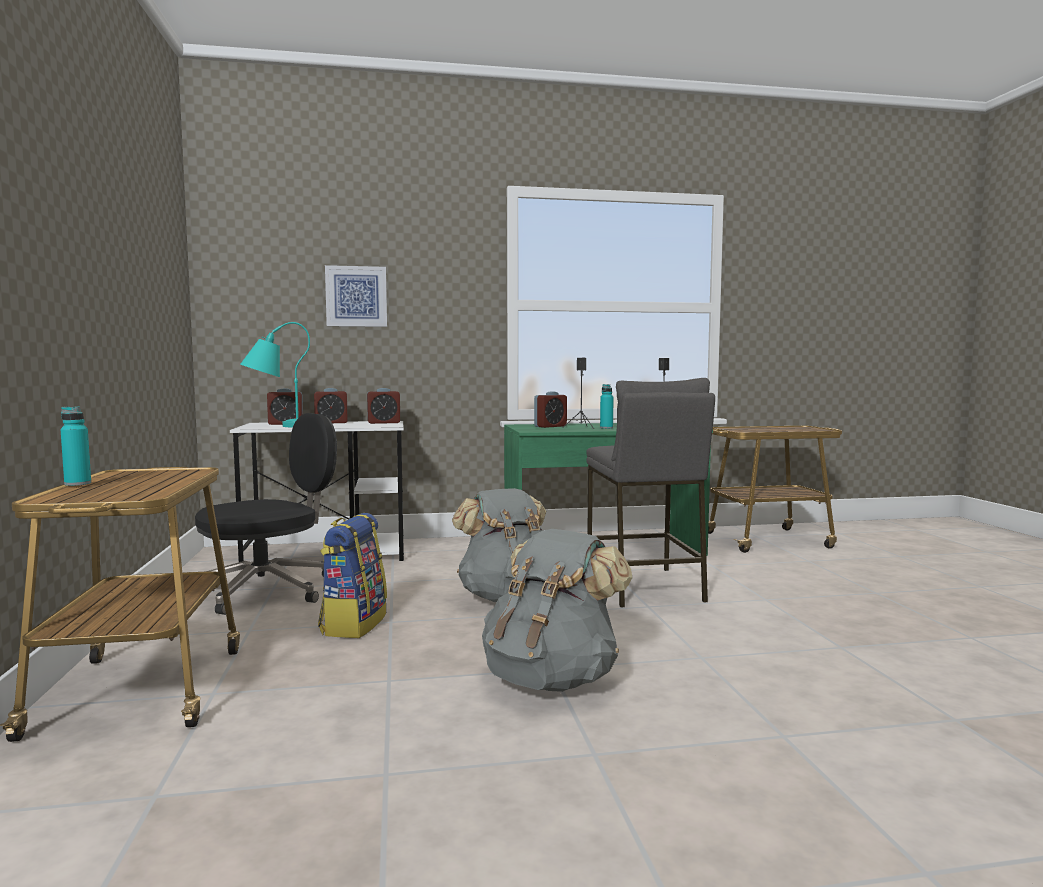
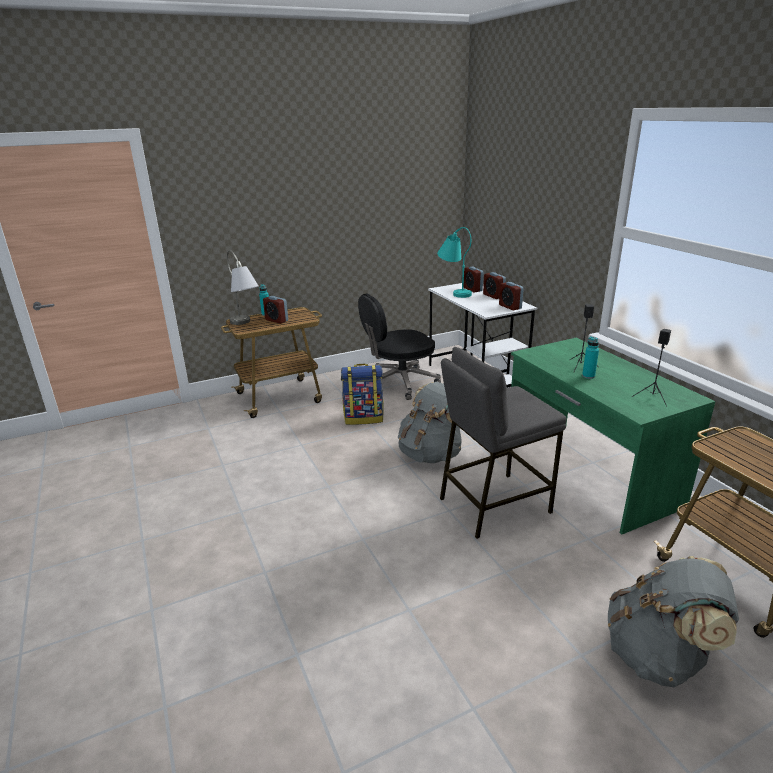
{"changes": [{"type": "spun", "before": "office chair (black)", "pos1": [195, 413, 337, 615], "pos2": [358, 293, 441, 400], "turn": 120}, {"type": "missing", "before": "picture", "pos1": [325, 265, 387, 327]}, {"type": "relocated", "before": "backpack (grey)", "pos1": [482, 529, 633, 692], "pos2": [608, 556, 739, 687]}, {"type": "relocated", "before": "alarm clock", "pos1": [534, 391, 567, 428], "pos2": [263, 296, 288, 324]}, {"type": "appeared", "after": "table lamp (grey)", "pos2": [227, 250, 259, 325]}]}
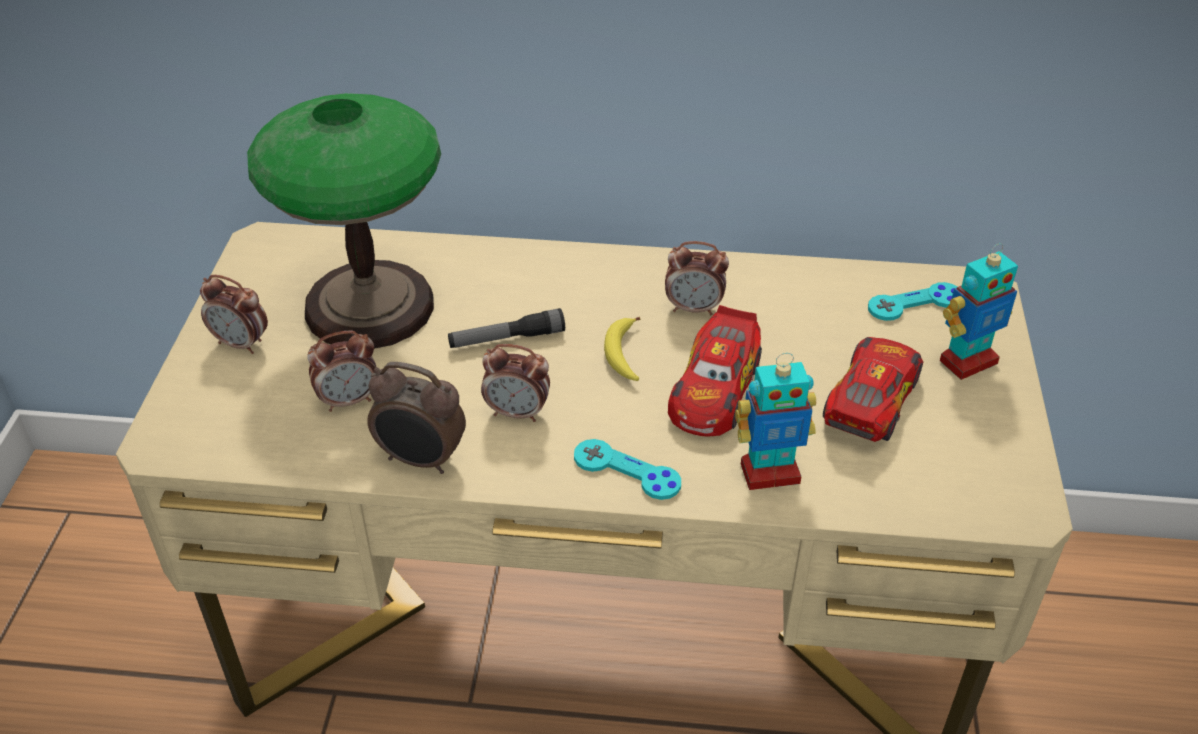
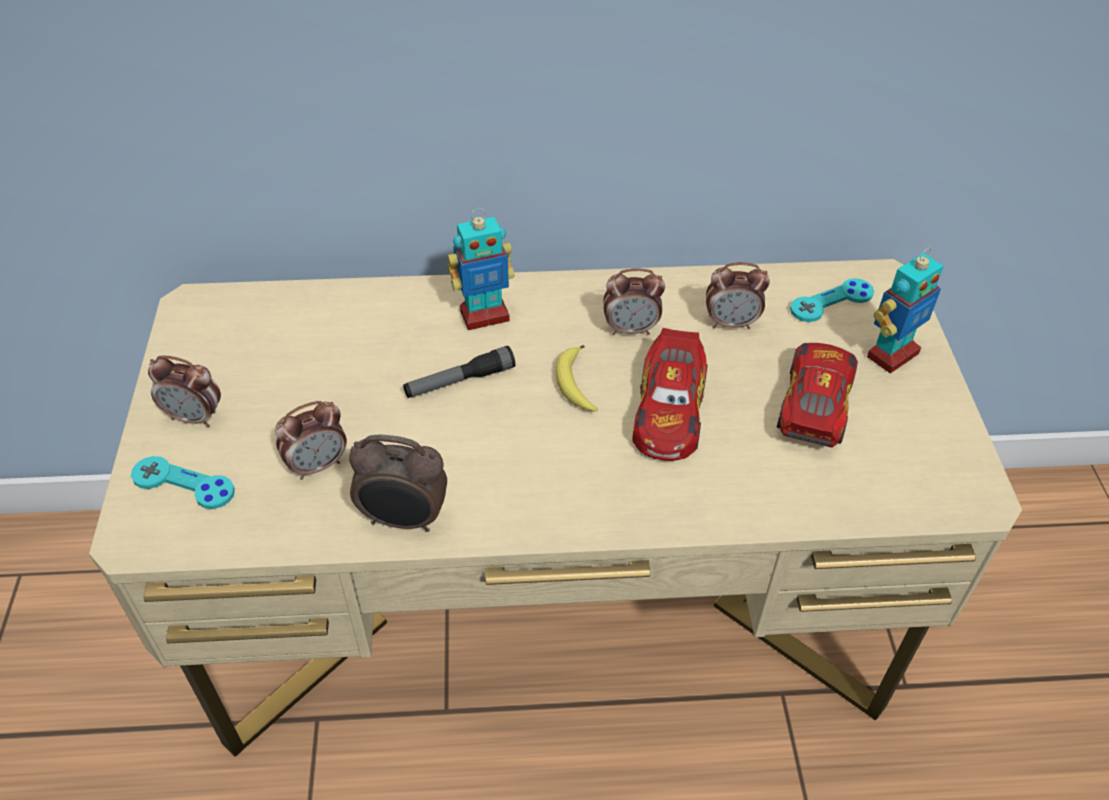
{"changes": [{"type": "missing", "before": "table lamp", "pos1": [247, 93, 441, 349]}, {"type": "relocated", "before": "alarm clock", "pos1": [481, 344, 550, 422], "pos2": [706, 262, 770, 329]}, {"type": "relocated", "before": "game controller (turquoise)", "pos1": [574, 439, 681, 500], "pos2": [131, 456, 235, 509]}, {"type": "relocated", "before": "toy robot", "pos1": [735, 353, 816, 490], "pos2": [447, 208, 515, 330]}]}
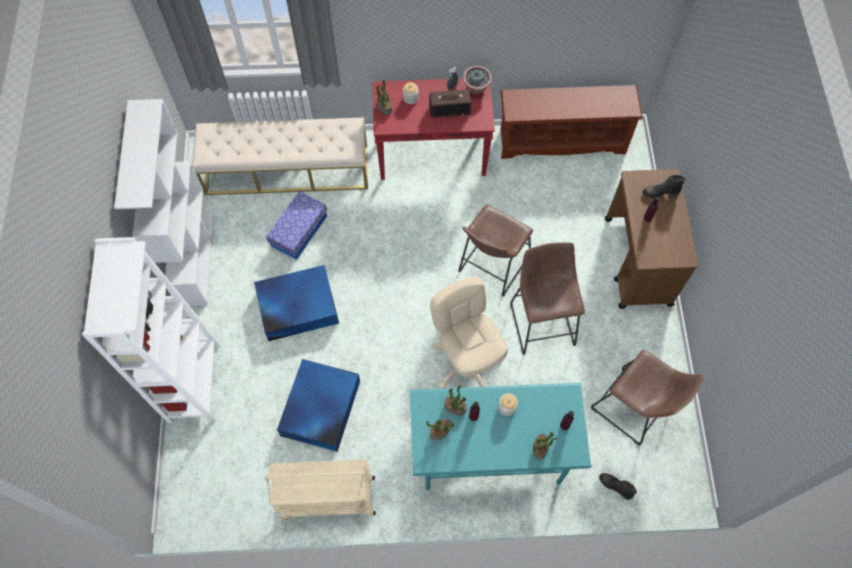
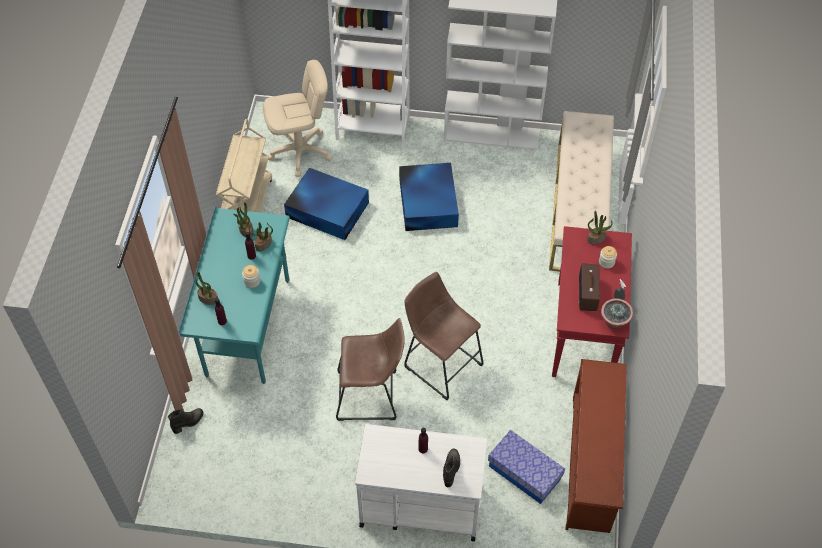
{"changes": [{"type": "relocated", "before": "storage box", "pos1": [266, 191, 327, 260], "pos2": [488, 430, 565, 504]}, {"type": "relocated", "before": "office chair (beige)", "pos1": [430, 277, 508, 389], "pos2": [263, 60, 332, 177]}, {"type": "missing", "before": "stool (brown)", "pos1": [591, 350, 704, 445]}, {"type": "colour", "before": "cart (brown)", "after": "cart (white)", "pos1": [605, 169, 698, 309], "pos2": [355, 424, 487, 541]}]}
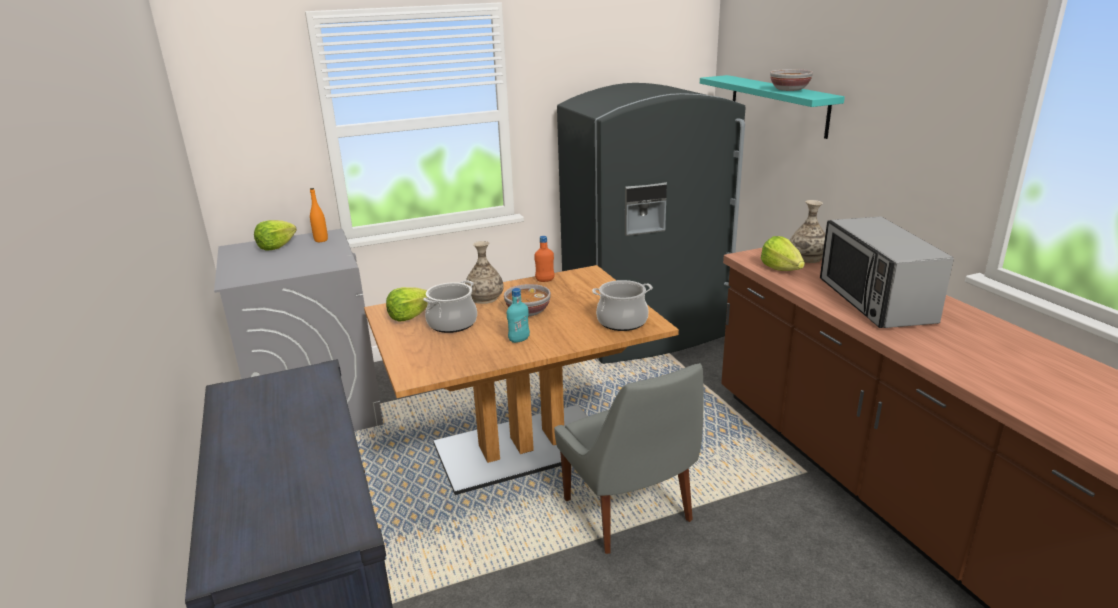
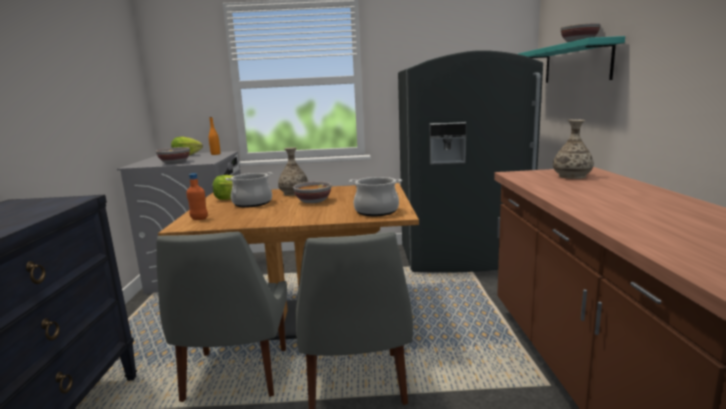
{"changes": [{"type": "missing", "before": "bottle (turquoise)", "pos1": [507, 288, 530, 343]}, {"type": "relocated", "before": "bottle (orange)", "pos1": [534, 236, 554, 282], "pos2": [186, 173, 208, 220]}, {"type": "missing", "before": "lettuce", "pos1": [761, 236, 805, 271]}, {"type": "missing", "before": "microwave", "pos1": [820, 216, 954, 328]}, {"type": "appeared", "after": "bowl", "pos2": [156, 147, 190, 164]}, {"type": "appeared", "after": "chair (grey)", "pos2": [156, 232, 287, 402]}]}
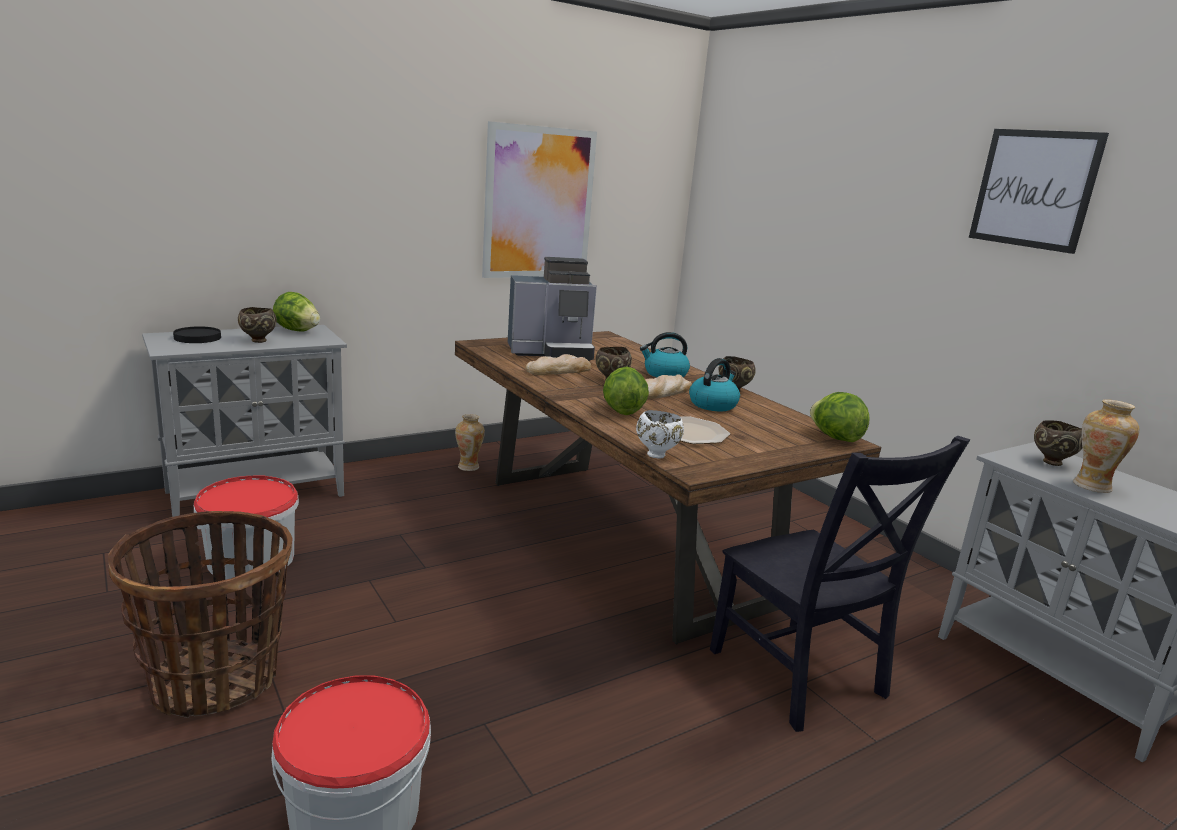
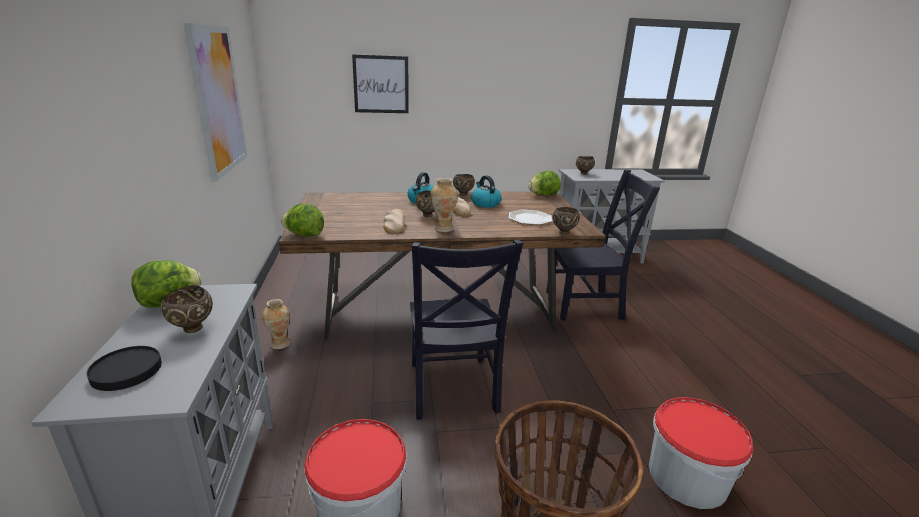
{"changes": [{"type": "missing", "before": "coffee machine", "pos1": [508, 257, 597, 361]}, {"type": "relocated", "before": "lettuce", "pos1": [603, 367, 649, 415], "pos2": [281, 204, 324, 236]}, {"type": "colour", "before": "bowl (white)", "after": "bowl (brown)", "pos1": [636, 410, 684, 459], "pos2": [552, 207, 580, 235]}, {"type": "relocated", "before": "picture", "pos1": [969, 129, 1109, 254], "pos2": [352, 54, 409, 113]}, {"type": "relocated", "before": "vase", "pos1": [1073, 399, 1139, 493], "pos2": [430, 178, 458, 232]}, {"type": "appeared", "after": "chair (black)", "pos2": [410, 240, 523, 420]}]}
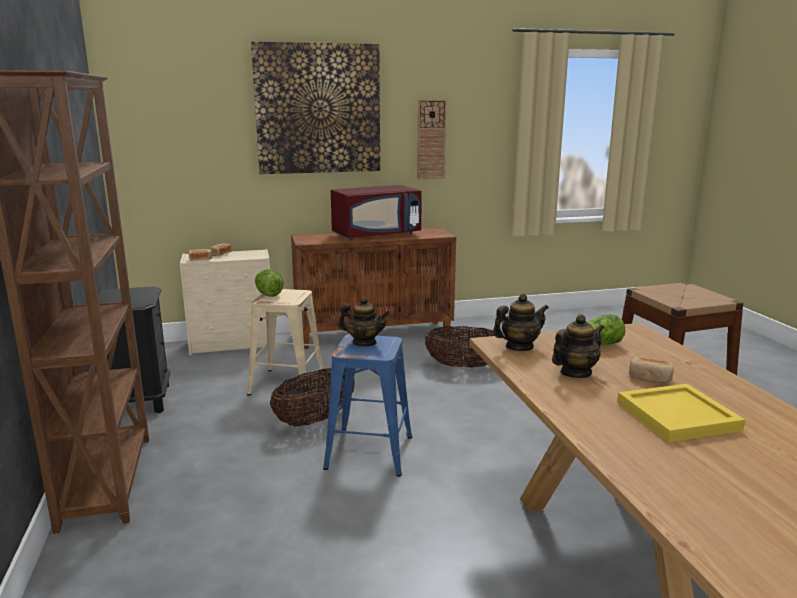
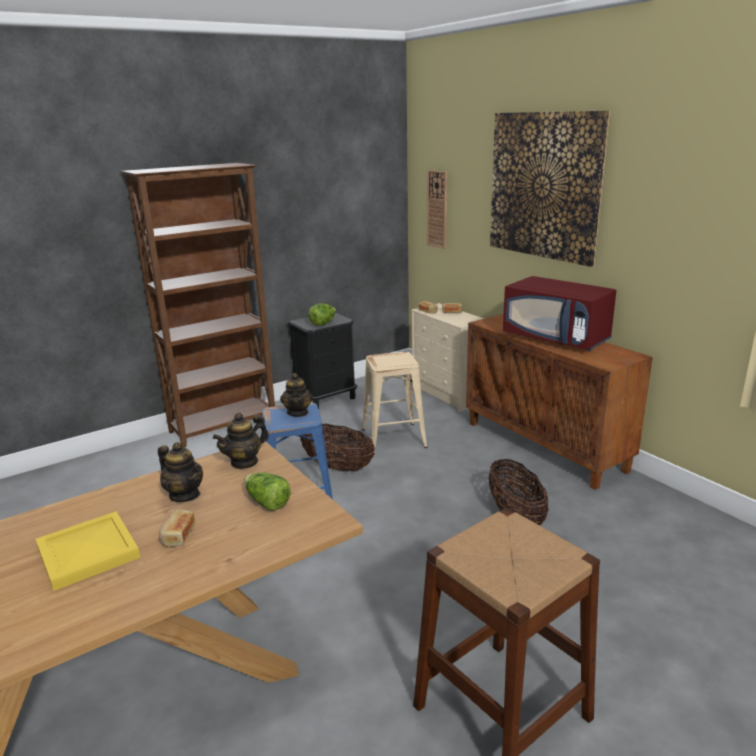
{"changes": [{"type": "relocated", "before": "lettuce", "pos1": [255, 269, 284, 297], "pos2": [308, 303, 336, 326]}, {"type": "relocated", "before": "wall clock", "pos1": [417, 99, 447, 179], "pos2": [427, 170, 447, 249]}, {"type": "spun", "before": "teapot", "pos1": [493, 294, 549, 351], "pos2": [213, 413, 269, 469], "turn": 90}]}
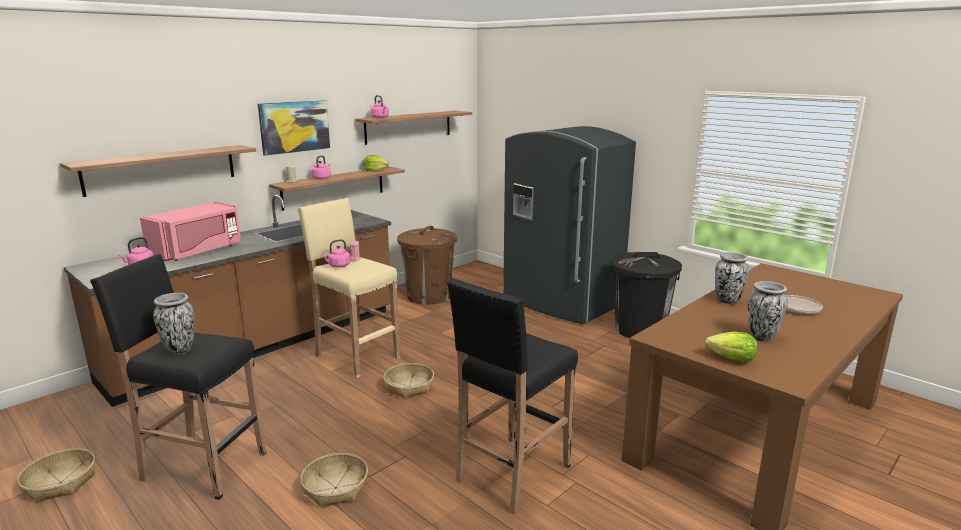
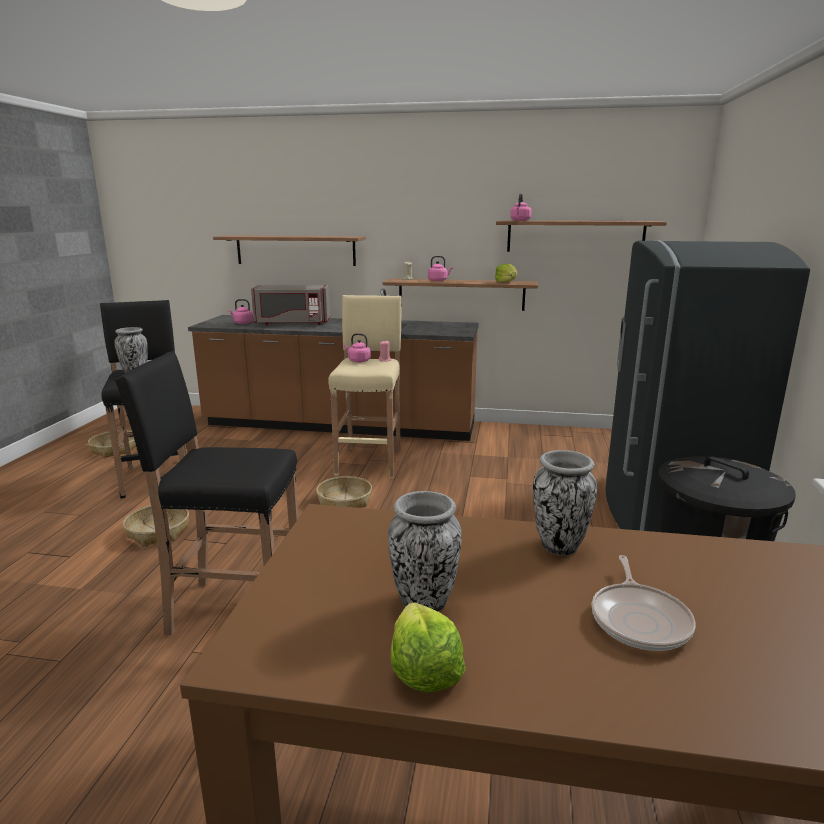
{"changes": [{"type": "colour", "before": "microwave (pink)", "after": "microwave (grey)", "pos1": [140, 202, 241, 261], "pos2": [251, 285, 330, 325]}, {"type": "missing", "before": "picture", "pos1": [258, 100, 330, 156]}, {"type": "missing", "before": "trash can (brown)", "pos1": [397, 226, 457, 305]}, {"type": "relocated", "before": "lettuce", "pos1": [705, 332, 758, 363], "pos2": [391, 602, 466, 692]}]}
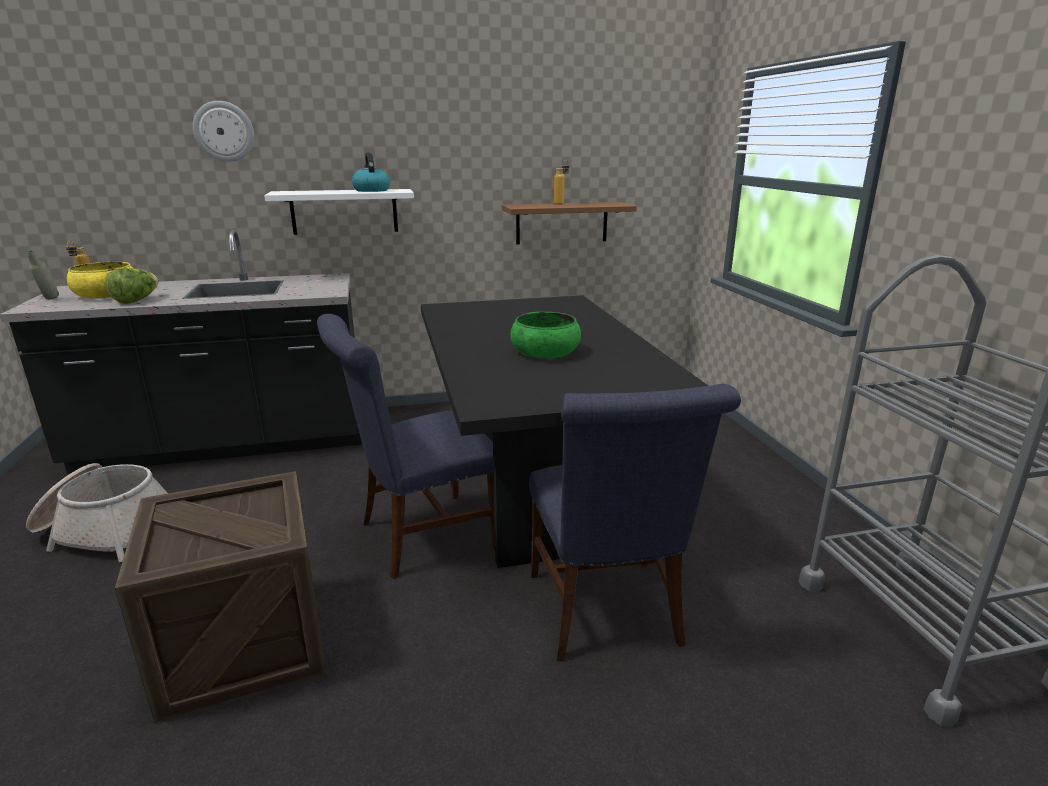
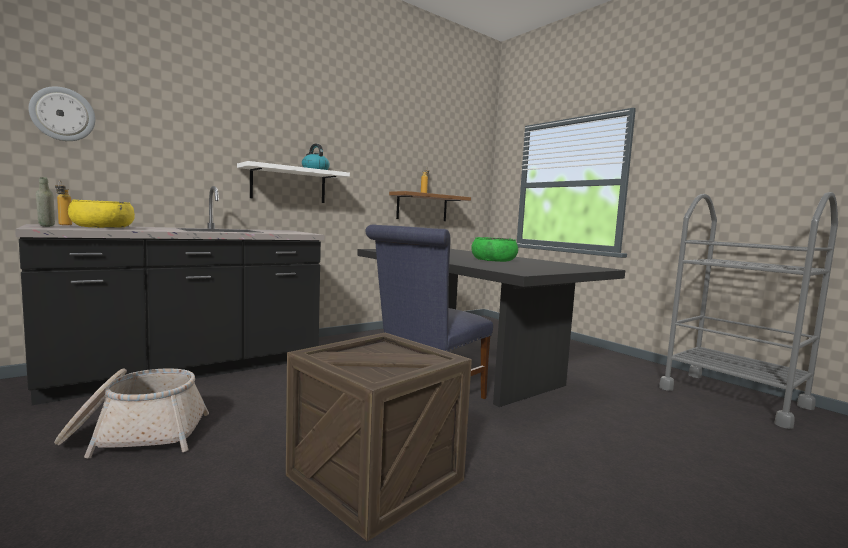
{"changes": [{"type": "missing", "before": "lettuce", "pos1": [105, 268, 159, 304]}, {"type": "relocated", "before": "wall clock", "pos1": [193, 101, 254, 162], "pos2": [29, 86, 95, 141]}, {"type": "missing", "before": "chair (blue)", "pos1": [529, 384, 741, 662]}]}
